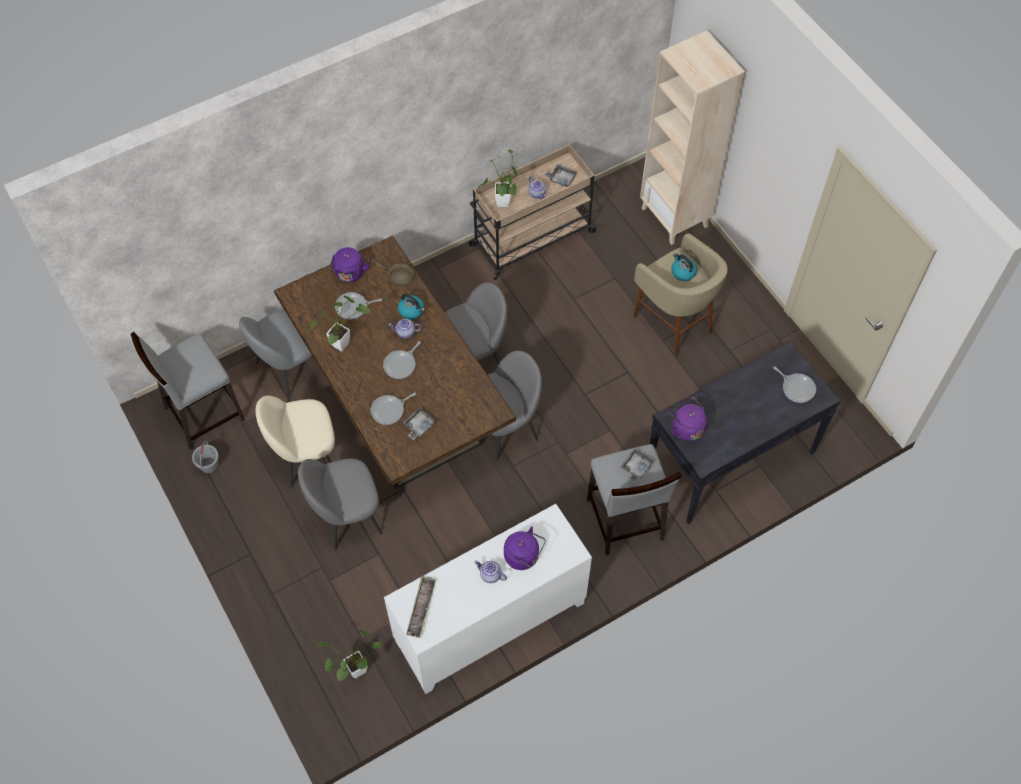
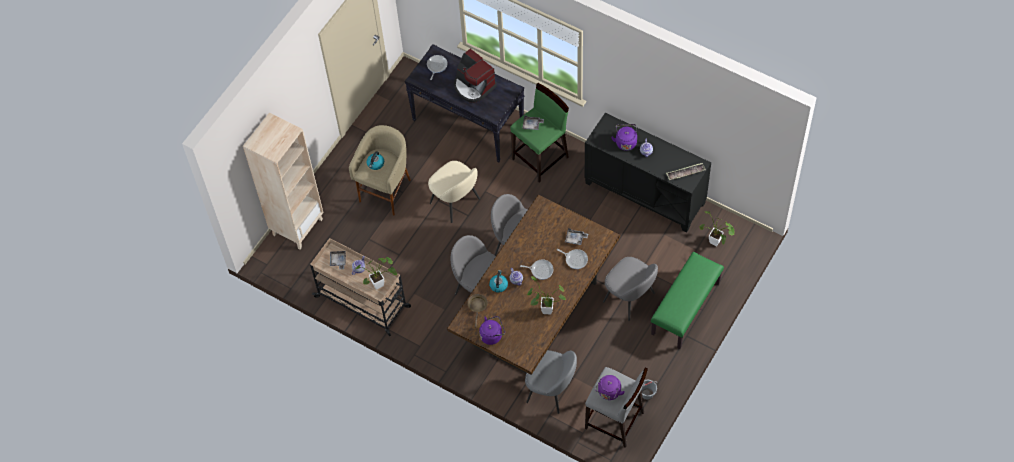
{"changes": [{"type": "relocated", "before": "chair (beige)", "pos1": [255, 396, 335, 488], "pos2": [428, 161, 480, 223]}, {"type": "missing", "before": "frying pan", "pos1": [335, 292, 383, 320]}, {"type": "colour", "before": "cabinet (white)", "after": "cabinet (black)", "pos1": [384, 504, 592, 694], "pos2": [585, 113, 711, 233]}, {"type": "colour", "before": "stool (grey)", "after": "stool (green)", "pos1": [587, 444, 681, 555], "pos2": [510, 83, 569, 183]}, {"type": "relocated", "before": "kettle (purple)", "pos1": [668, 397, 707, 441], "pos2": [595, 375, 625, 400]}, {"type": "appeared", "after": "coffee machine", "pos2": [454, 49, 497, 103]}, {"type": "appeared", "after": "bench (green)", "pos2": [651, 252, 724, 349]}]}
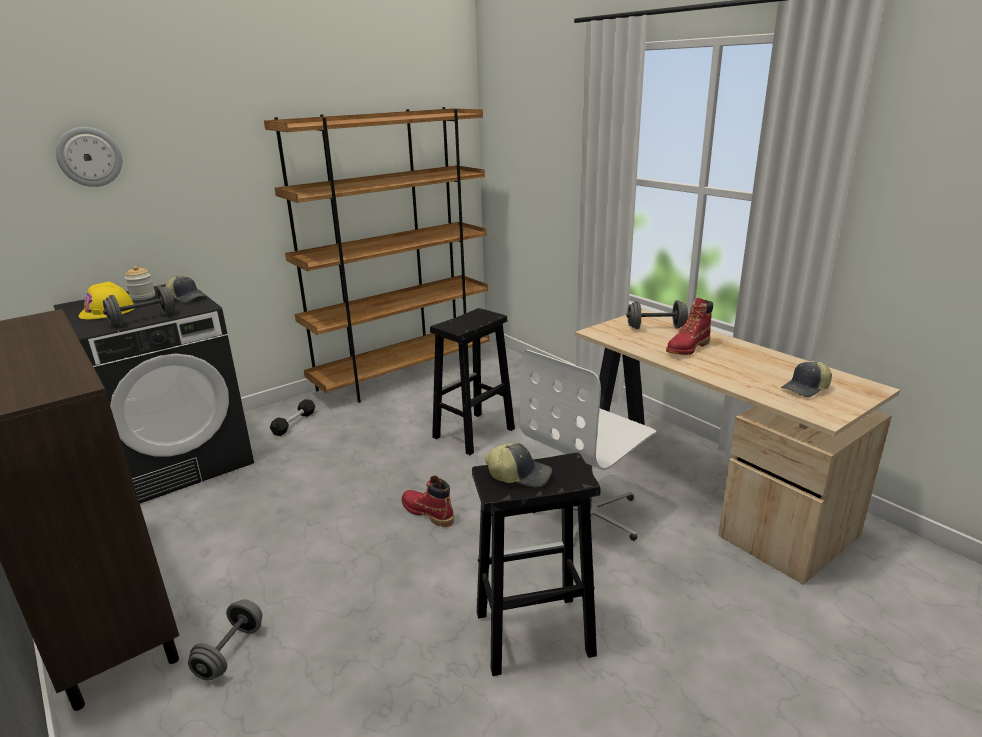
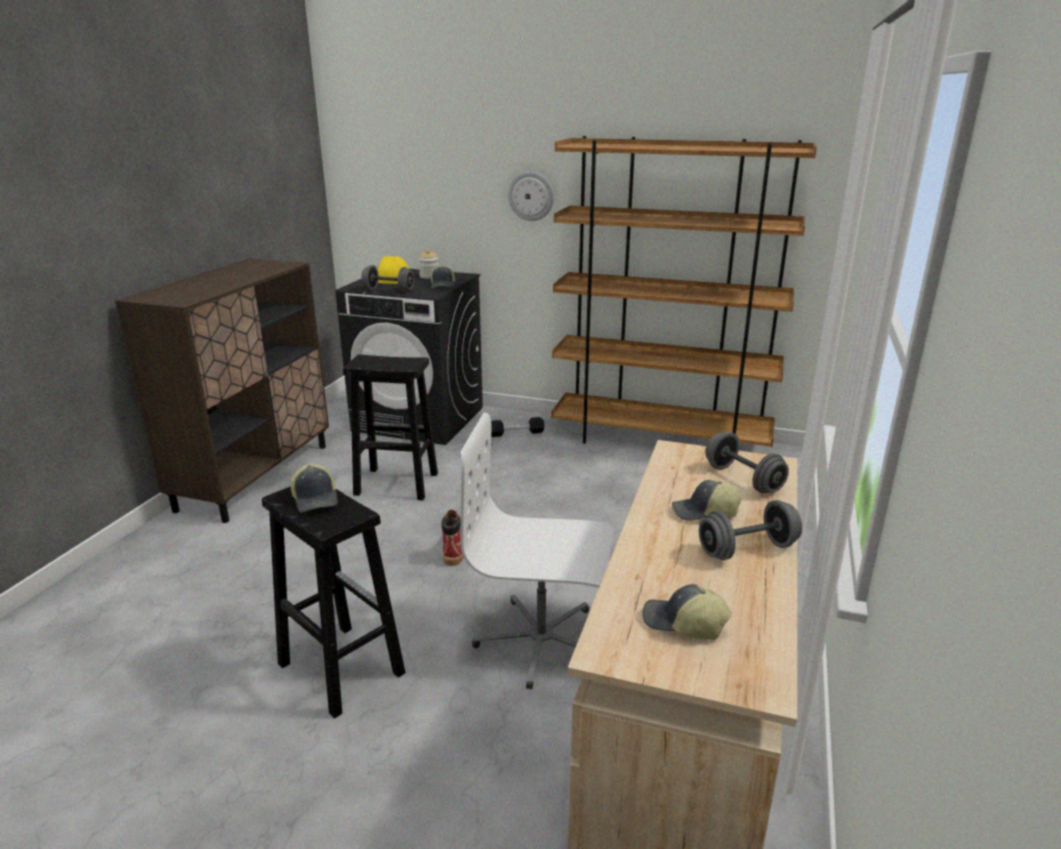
{"changes": [{"type": "relocated", "before": "wall clock", "pos1": [56, 127, 122, 187], "pos2": [508, 171, 554, 221]}, {"type": "relocated", "before": "dumbbell (grey)", "pos1": [188, 599, 262, 681], "pos2": [699, 500, 802, 560]}, {"type": "relocated", "before": "stool (black)", "pos1": [430, 308, 515, 455], "pos2": [343, 354, 438, 500]}, {"type": "exchanged", "before": "boot (red)", "after": "cap", "pos1": [666, 298, 713, 355], "pos2": [672, 480, 742, 521]}]}
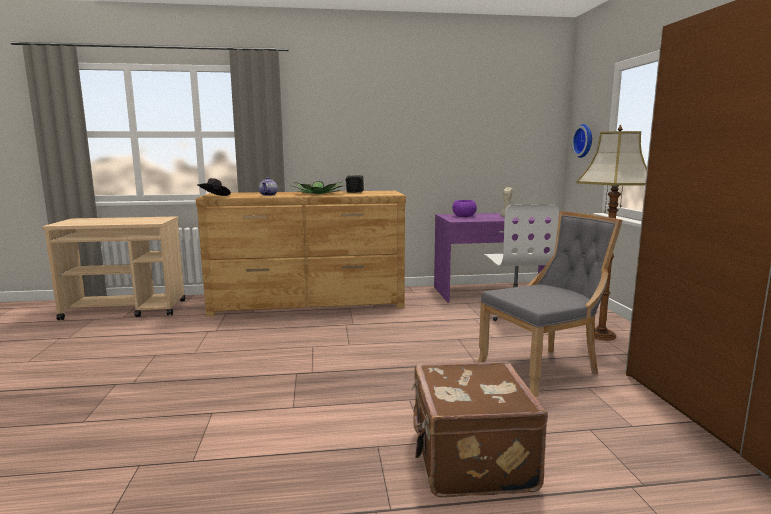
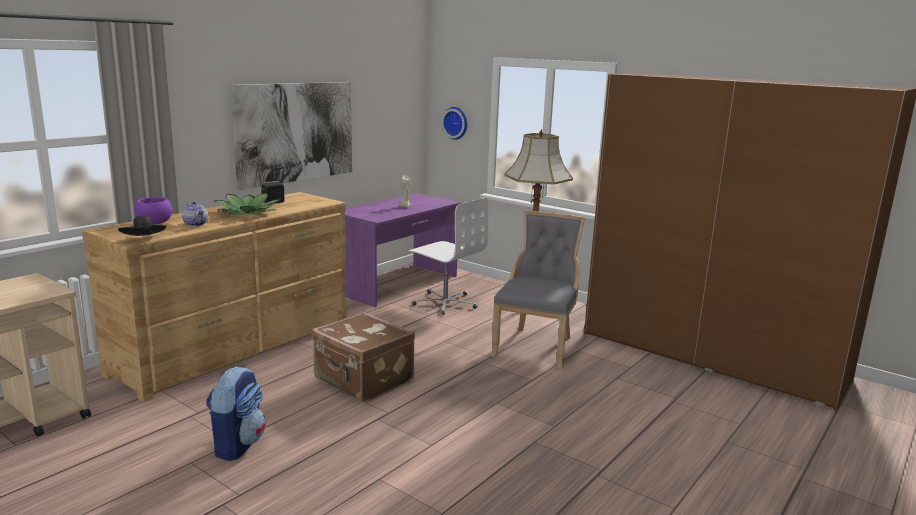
{"changes": [{"type": "relocated", "before": "suitcase (brown)", "pos1": [412, 361, 548, 498], "pos2": [312, 312, 415, 402]}, {"type": "relocated", "before": "bowl (purple)", "pos1": [452, 200, 477, 217], "pos2": [134, 197, 173, 224]}, {"type": "appeared", "after": "backpack", "pos2": [206, 366, 266, 461]}, {"type": "appeared", "after": "picture", "pos2": [231, 82, 352, 190]}]}
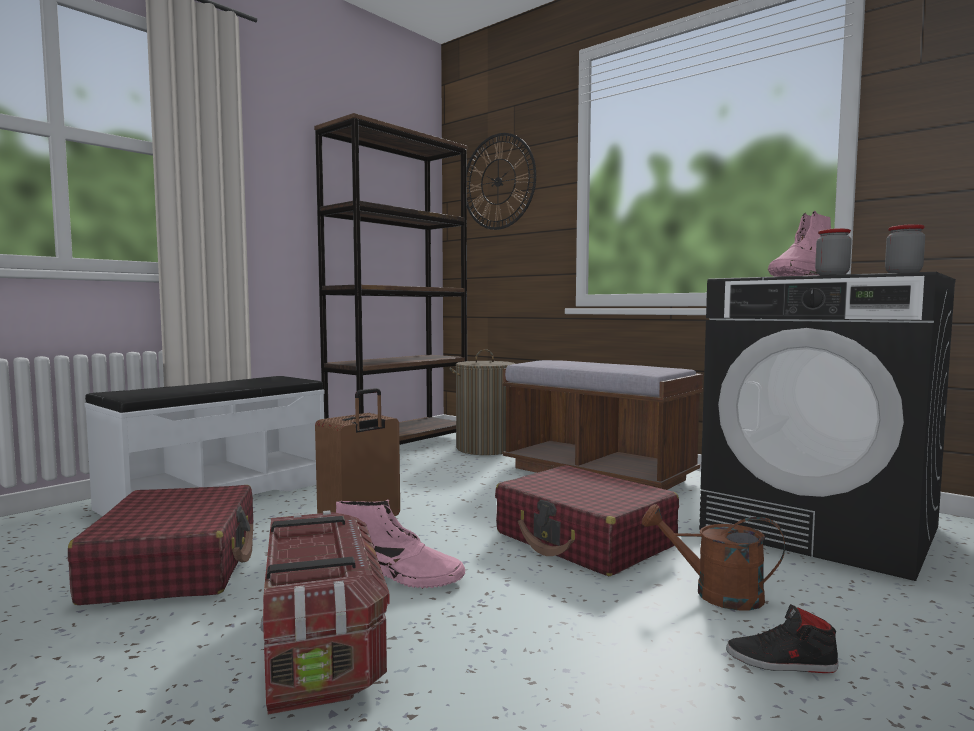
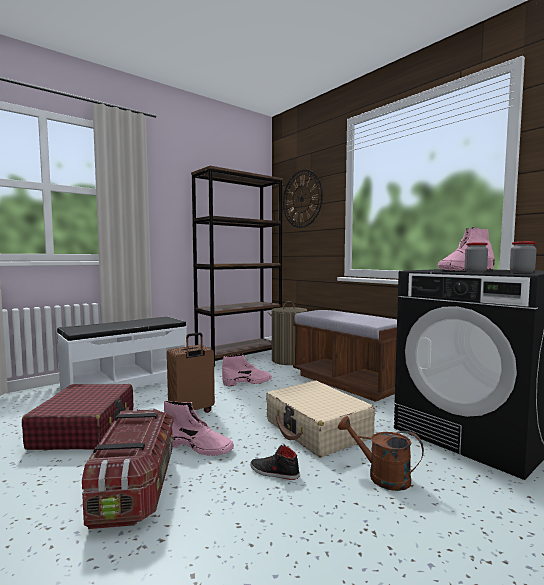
{"changes": [{"type": "colour", "before": "suitcase (red)", "after": "suitcase (beige)", "pos1": [495, 465, 679, 576], "pos2": [266, 381, 375, 457]}, {"type": "relocated", "before": "shoe (black)", "pos1": [726, 604, 839, 673], "pos2": [250, 444, 300, 480]}, {"type": "appeared", "after": "boot (pink)", "pos2": [222, 353, 272, 386]}]}
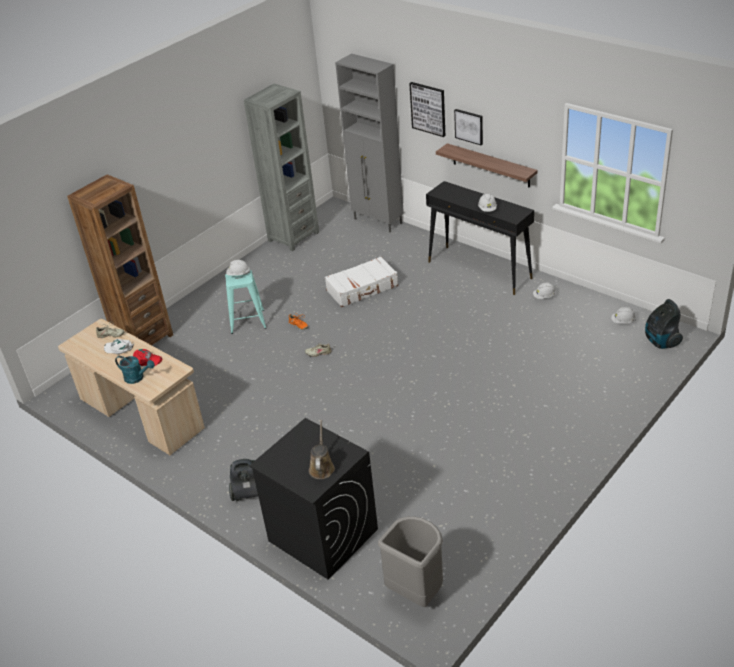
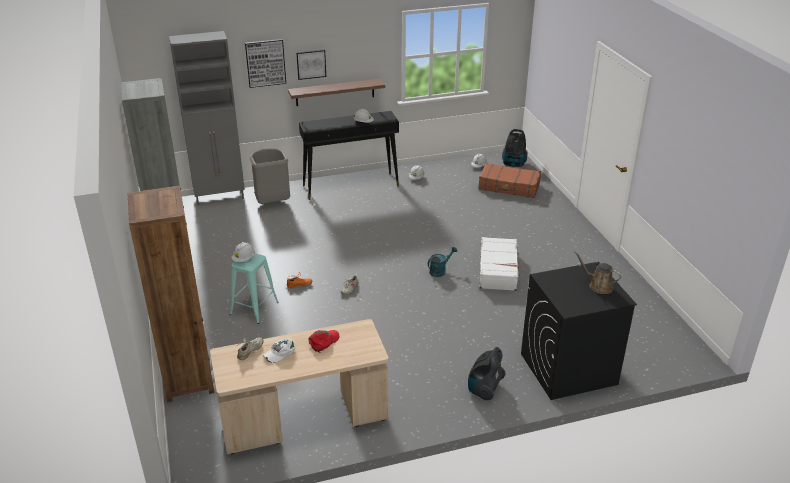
{"changes": [{"type": "relocated", "before": "watering can (turquoise)", "pos1": [115, 356, 155, 384], "pos2": [428, 247, 457, 277]}, {"type": "relocated", "before": "suitcase (white)", "pos1": [325, 256, 398, 307], "pos2": [479, 237, 520, 291]}, {"type": "relocated", "before": "trash can (grey)", "pos1": [378, 516, 443, 607], "pos2": [250, 148, 290, 204]}, {"type": "appeared", "after": "suitcase (brown)", "pos2": [478, 163, 541, 198]}]}
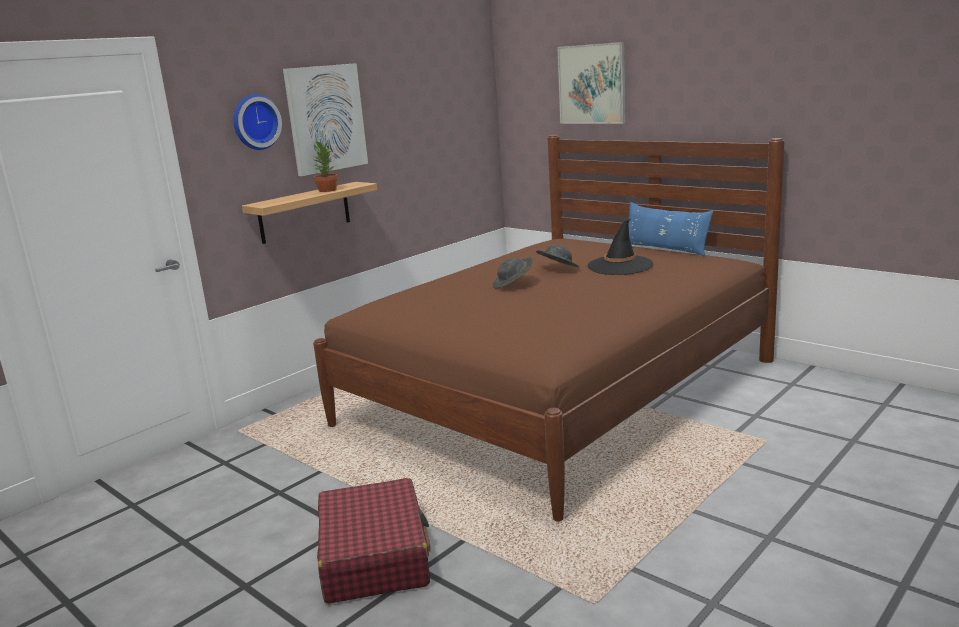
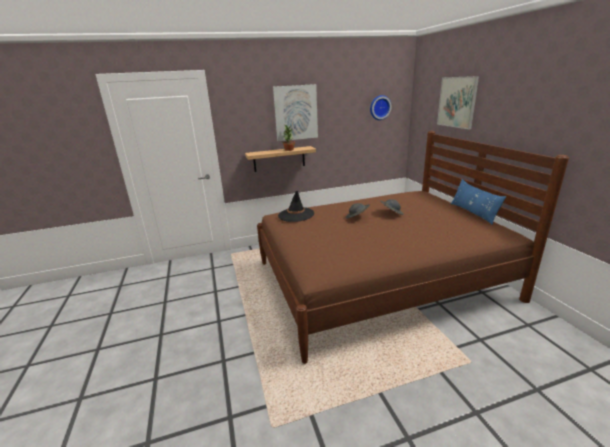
{"changes": [{"type": "relocated", "before": "wall clock", "pos1": [233, 94, 282, 150], "pos2": [370, 95, 391, 120]}, {"type": "missing", "before": "suitcase (red)", "pos1": [317, 478, 431, 604]}, {"type": "relocated", "before": "hat (black)", "pos1": [588, 219, 653, 275], "pos2": [278, 191, 314, 222]}]}
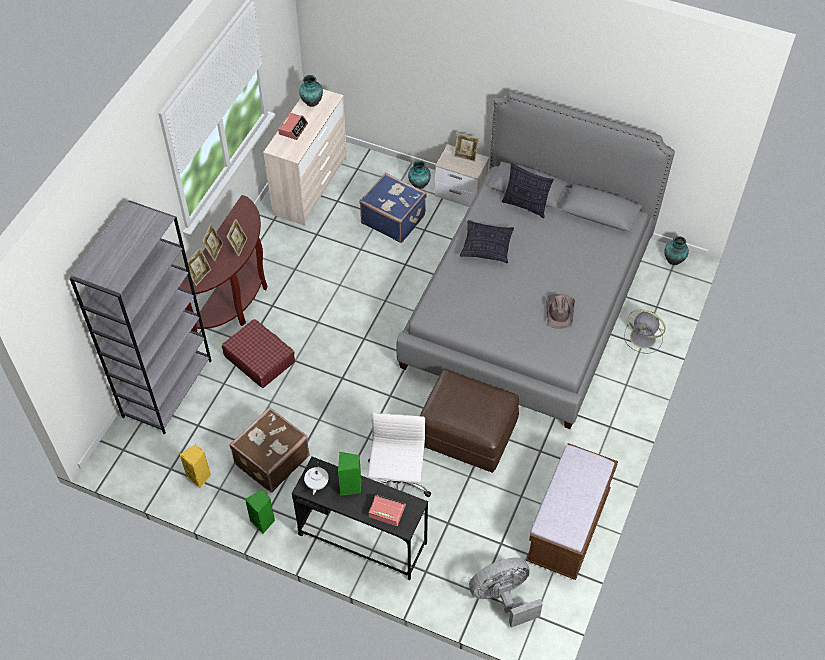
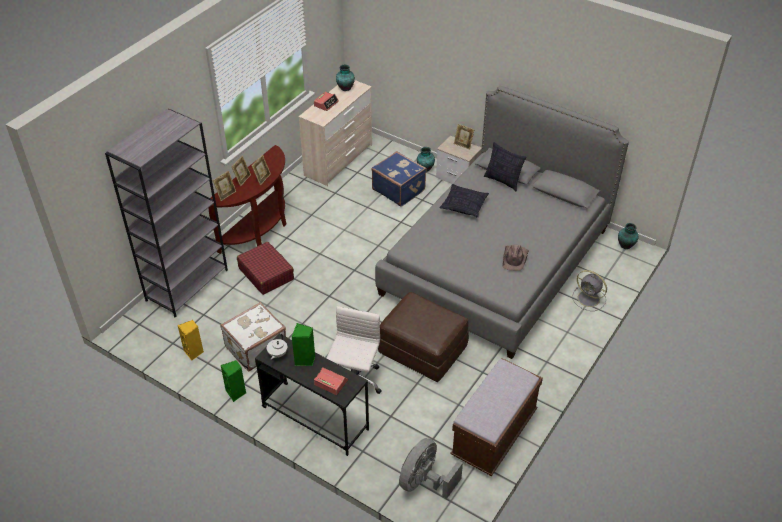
{"changes": [{"type": "colour", "before": "suitcase (brown)", "after": "suitcase (white)", "pos1": [229, 407, 310, 493], "pos2": [220, 302, 286, 372]}, {"type": "spun", "before": "fan (grey)", "pos1": [469, 557, 543, 628], "pos2": [399, 438, 463, 499], "turn": -45}]}
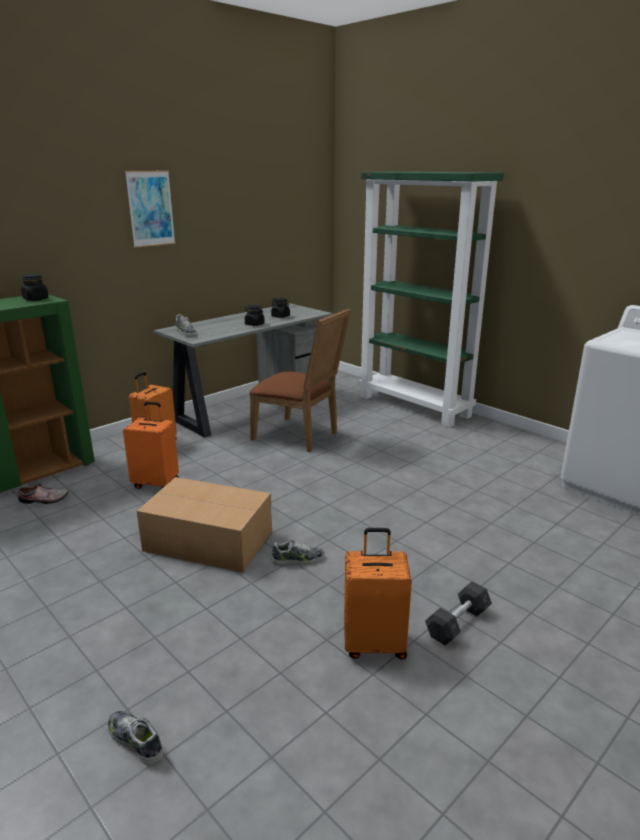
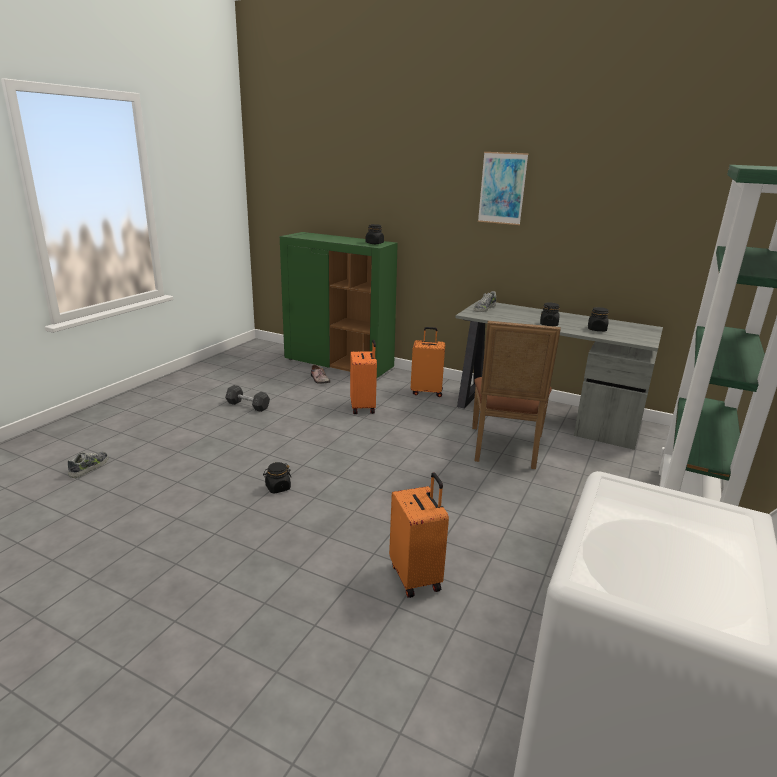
{"changes": [{"type": "missing", "before": "cardboard box", "pos1": [137, 477, 272, 573]}, {"type": "exchanged", "before": "shoe", "after": "jar (black)", "pos1": [272, 540, 325, 566], "pos2": [263, 462, 292, 494]}, {"type": "relocated", "before": "suitcase (orange)", "pos1": [344, 528, 412, 659], "pos2": [389, 472, 449, 598]}, {"type": "relocated", "before": "dumbbell (grey)", "pos1": [425, 581, 492, 645], "pos2": [225, 385, 270, 412]}]}
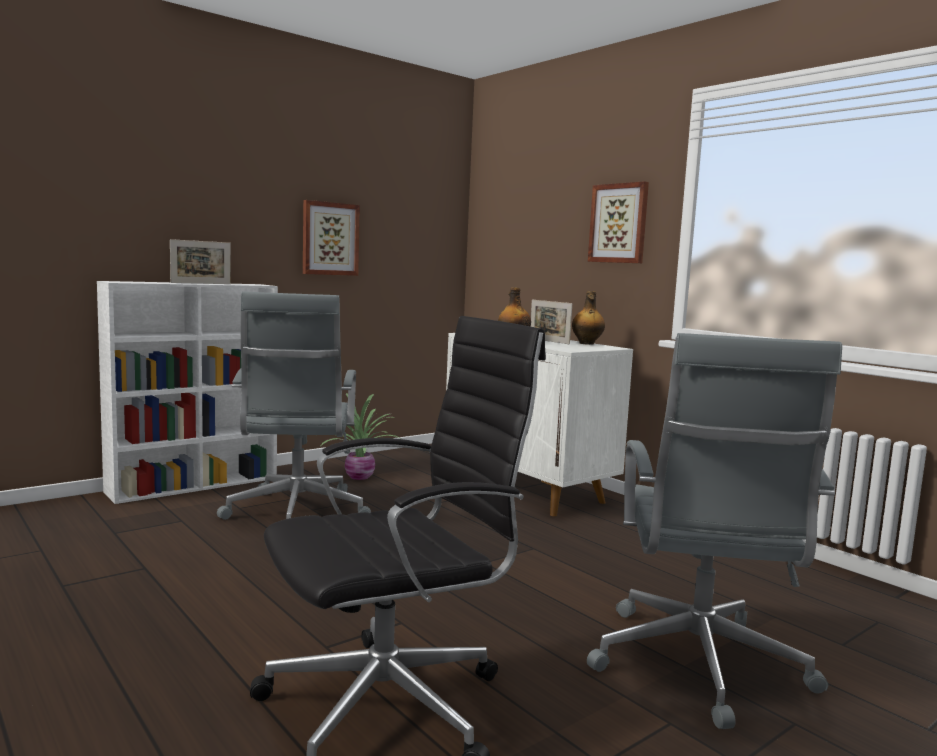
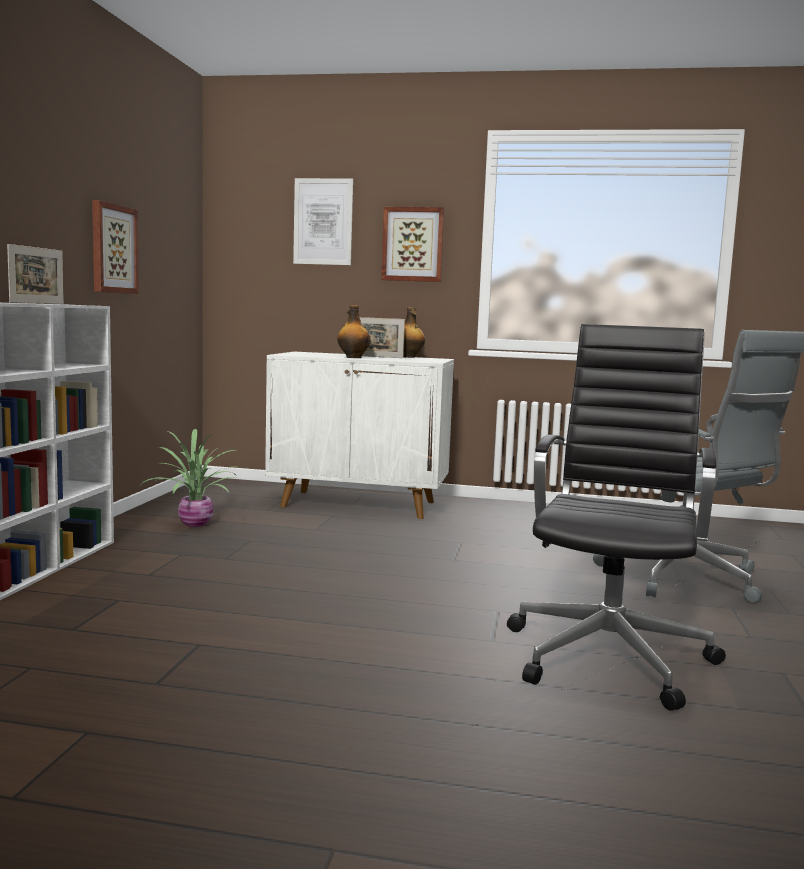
{"changes": [{"type": "missing", "before": "office chair (grey)", "pos1": [217, 291, 371, 520]}, {"type": "appeared", "after": "picture", "pos2": [293, 178, 353, 265]}]}
